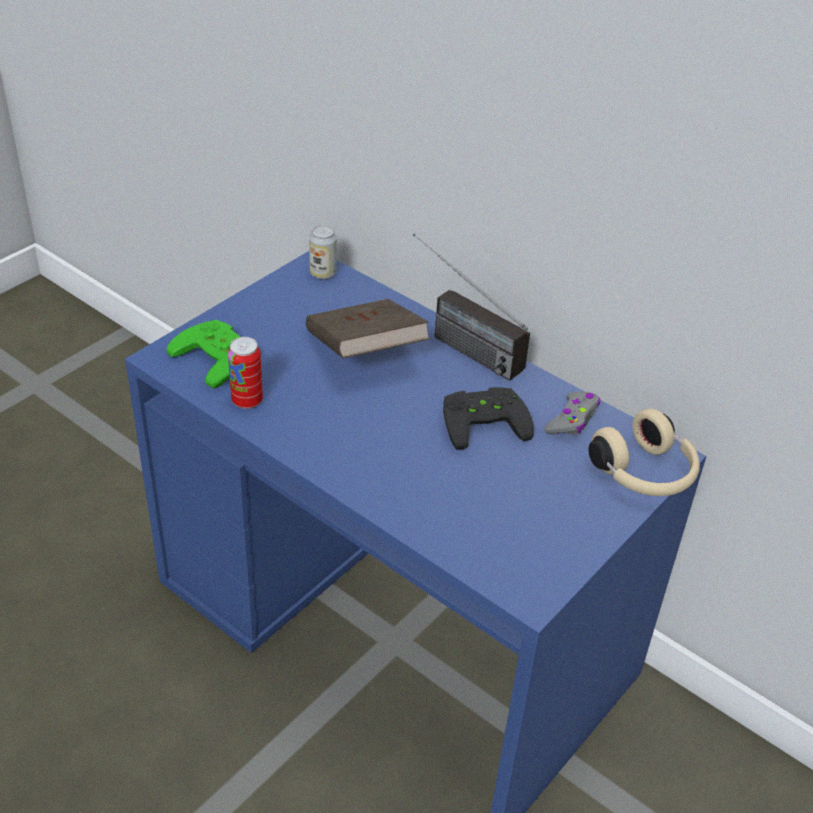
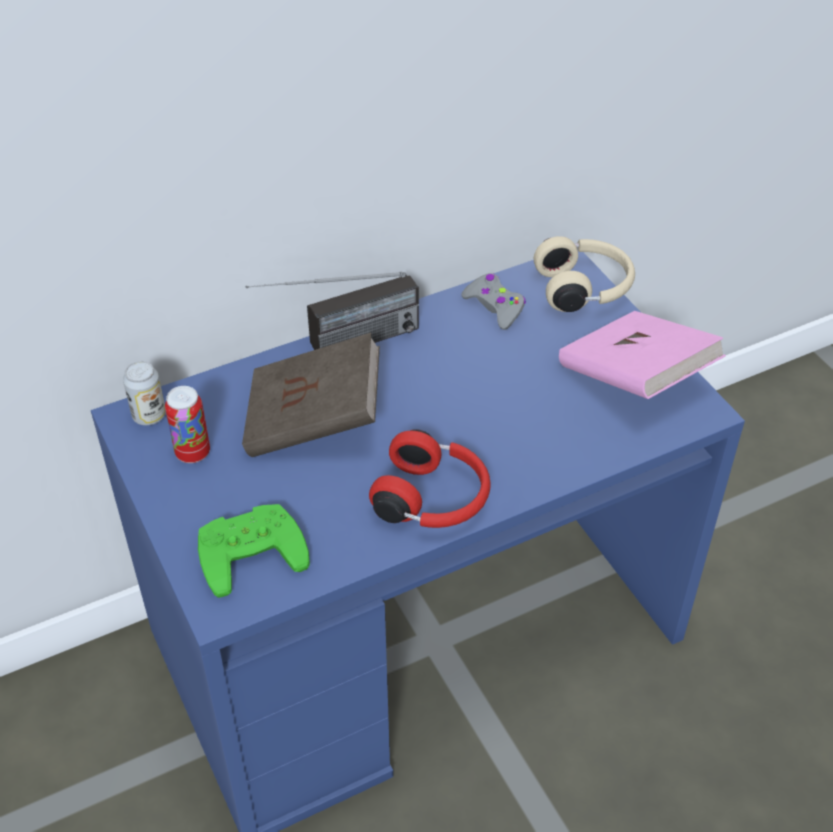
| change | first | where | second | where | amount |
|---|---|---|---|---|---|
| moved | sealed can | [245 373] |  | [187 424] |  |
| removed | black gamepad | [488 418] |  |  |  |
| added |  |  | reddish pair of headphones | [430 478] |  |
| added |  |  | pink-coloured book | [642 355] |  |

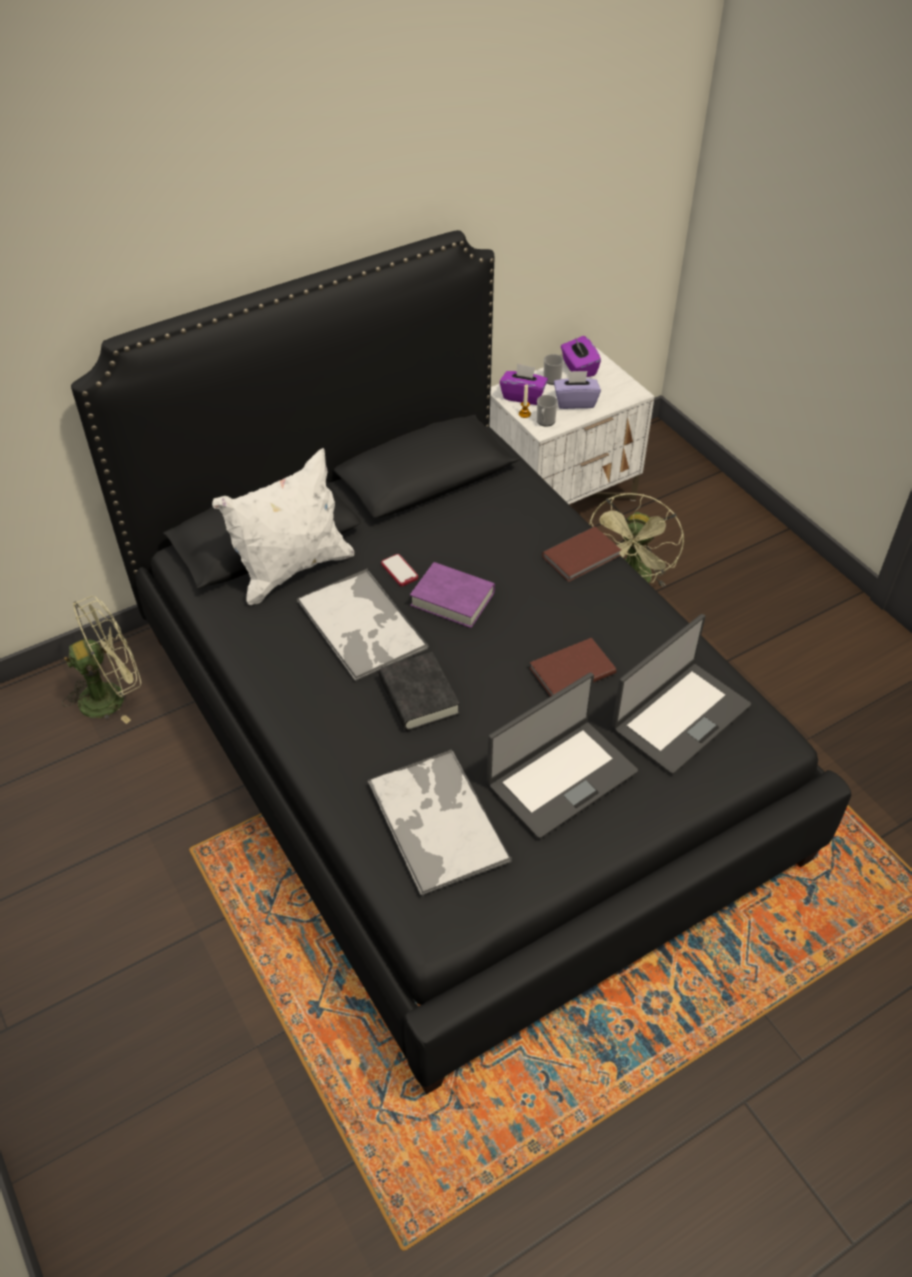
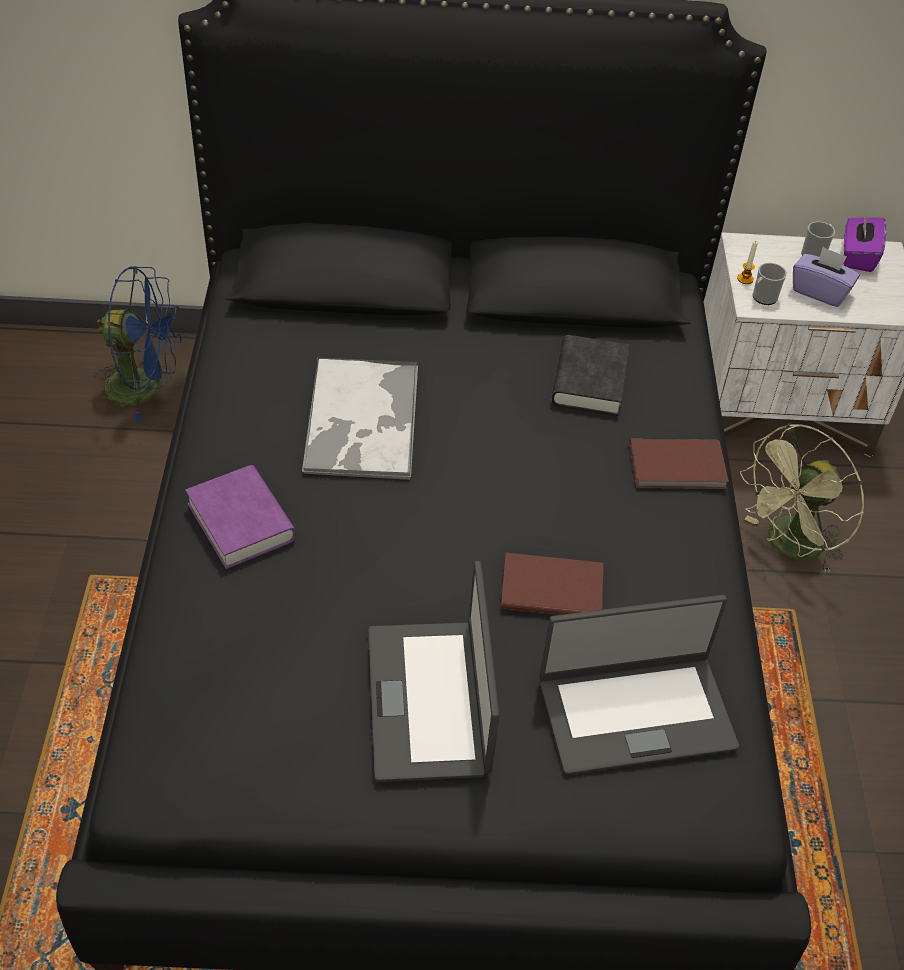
| change | first | where | second | where | amount |
|---|---|---|---|---|---|
| recoloured | greenish cooling fan | [101 660] | blue-coloured cooling fan | [137 344] |  |
| removed | whitish throw pillow | [283 526] |  |  |  |
| removed | tray | [440 823] |  |  |  |
| moved | black book | [419 691] |  | [590 375] |  |
| removed | handset | [399 570] |  |  |  |
| moved | purple-coloured book | [452 595] |  | [240 517] |  |
| turned | laptop | [562 755] |  | [434 671] | 90 degrees clockwise |
| removed | purple-coloured box of tissues | [524 384] |  |  |  |

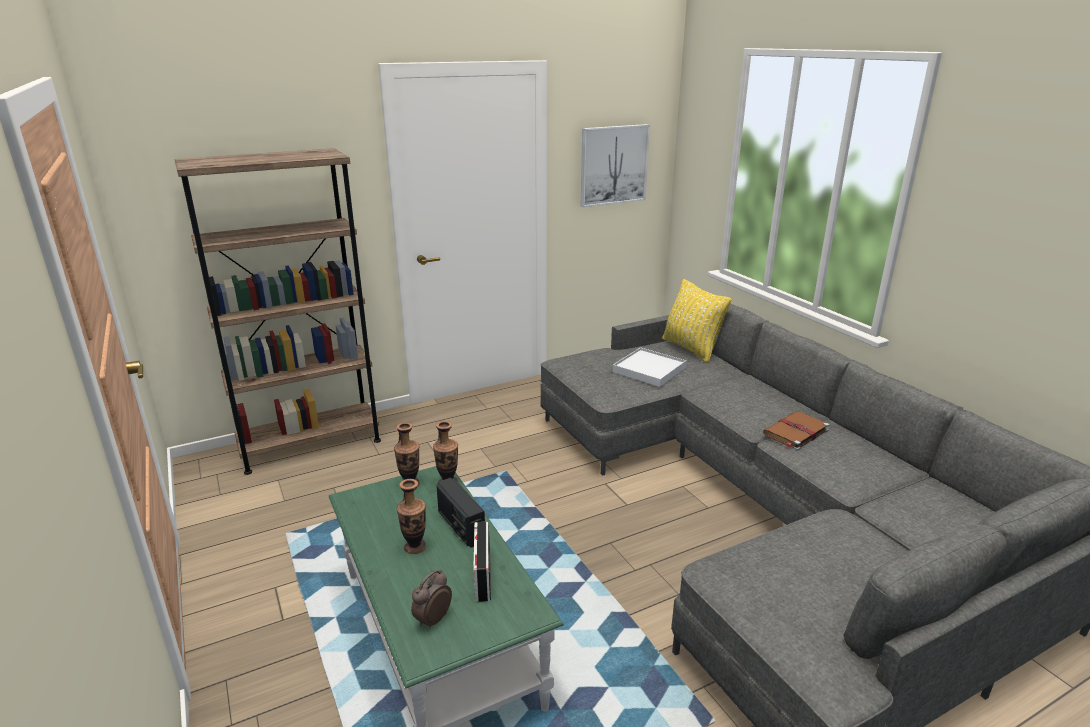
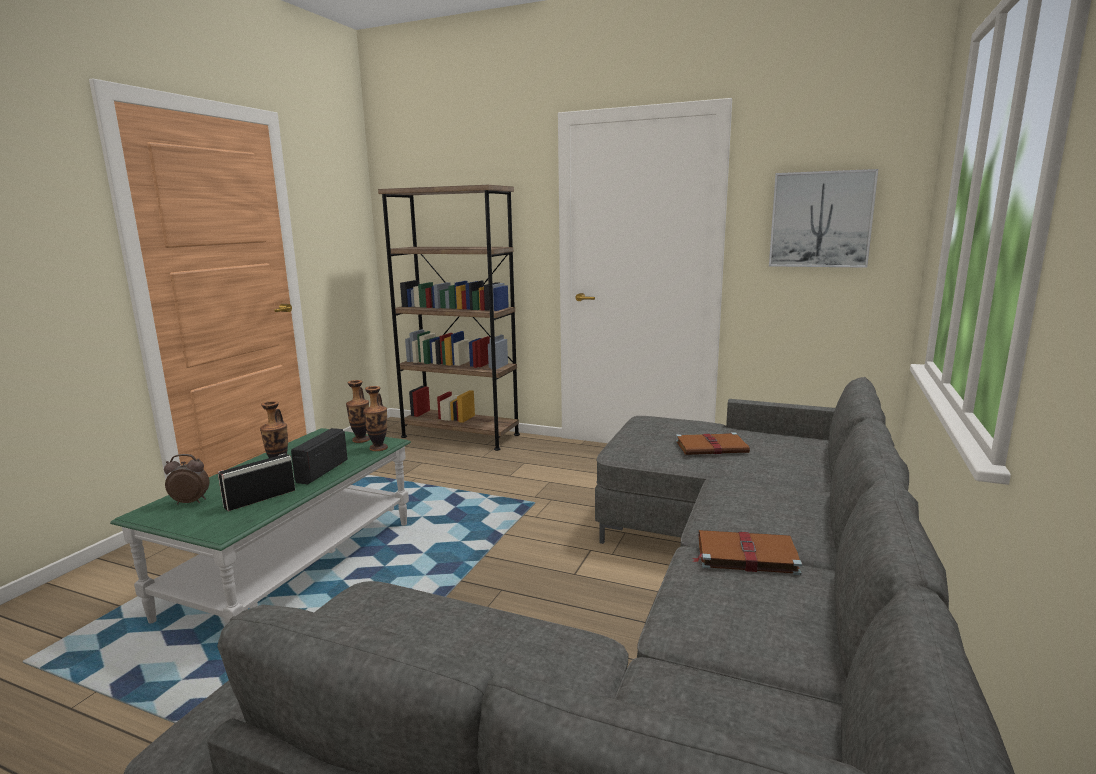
| change | first | where | second | where | amount |
|---|---|---|---|---|---|
| replaced | whitish tray | [649 367] | brownish book | [713 443] |  |
| removed | yellow throw pillow | [696 321] |  |  |  |

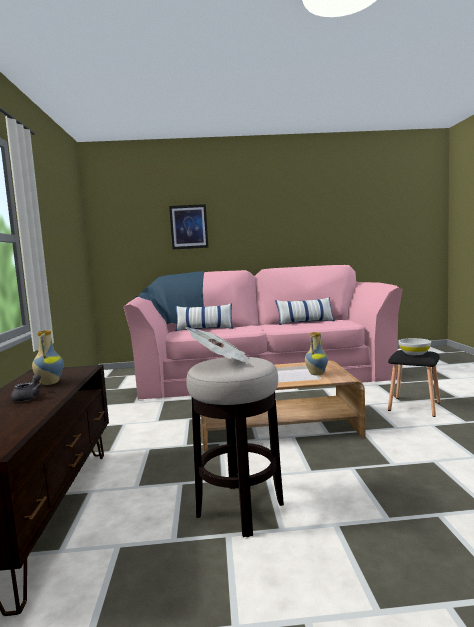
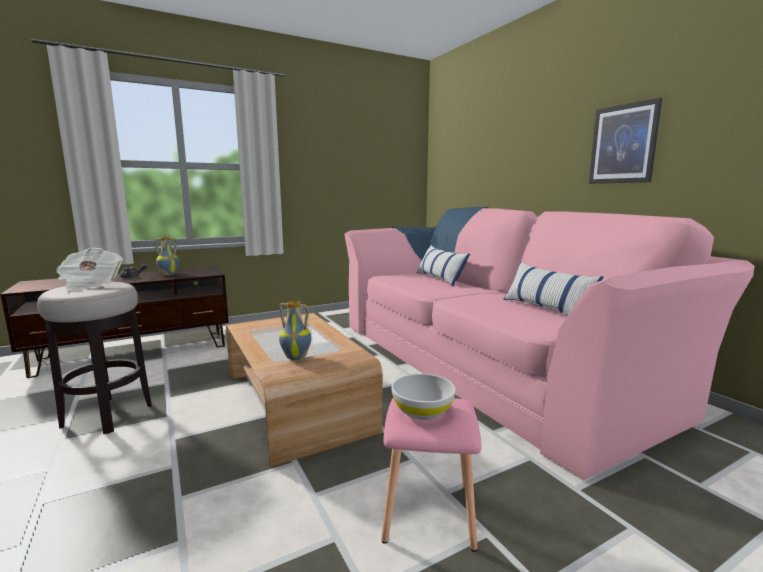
| change | first | where | second | where | amount |
|---|---|---|---|---|---|
| moved | wall picture | [188 226] |  | [625 141] |  |
| recoloured | black sitting stool | [414 383] | pink-coloured sitting stool | [431 475] |  |

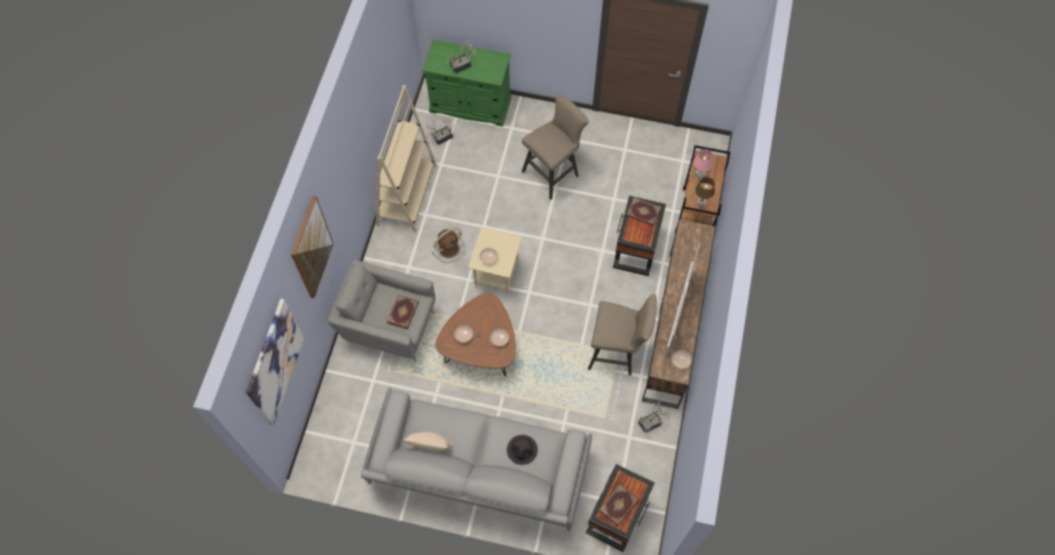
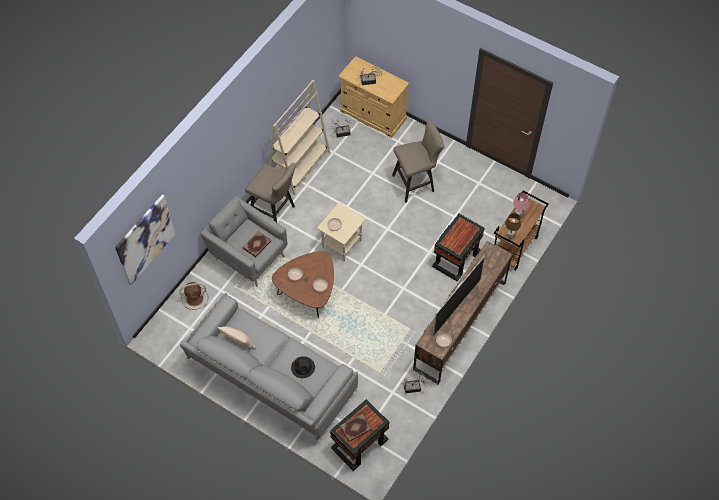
| change | first | where | second | where | amount |
|---|---|---|---|---|---|
| removed | wall picture | [312 247] |  |  |  |
| recoloured | greenish cupboard | [466 83] | beige cupboard | [373 97] |  |
| moved | brownish cooling fan | [448 245] |  | [193 296] |  |
| moved | beige sitting stool | [622 335] |  | [270 192] |  |
| removed | book | [644 211] |  |  |  |

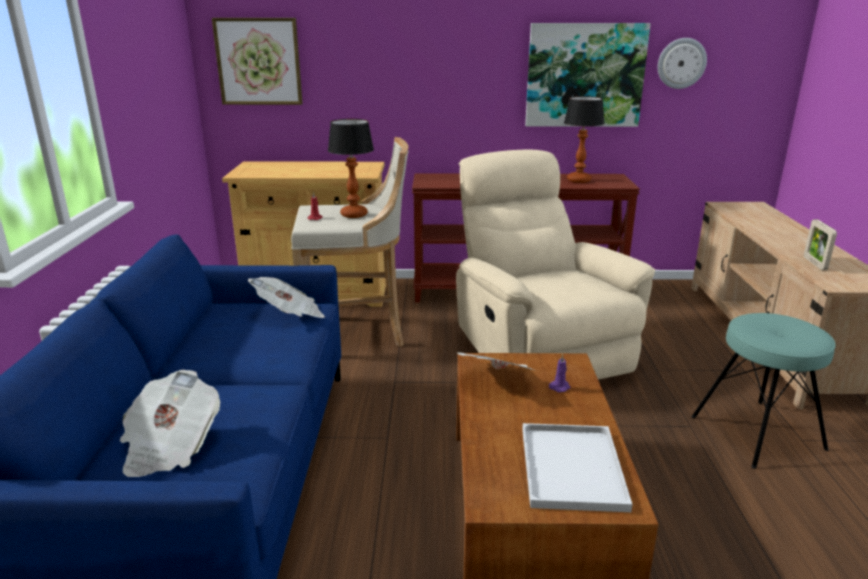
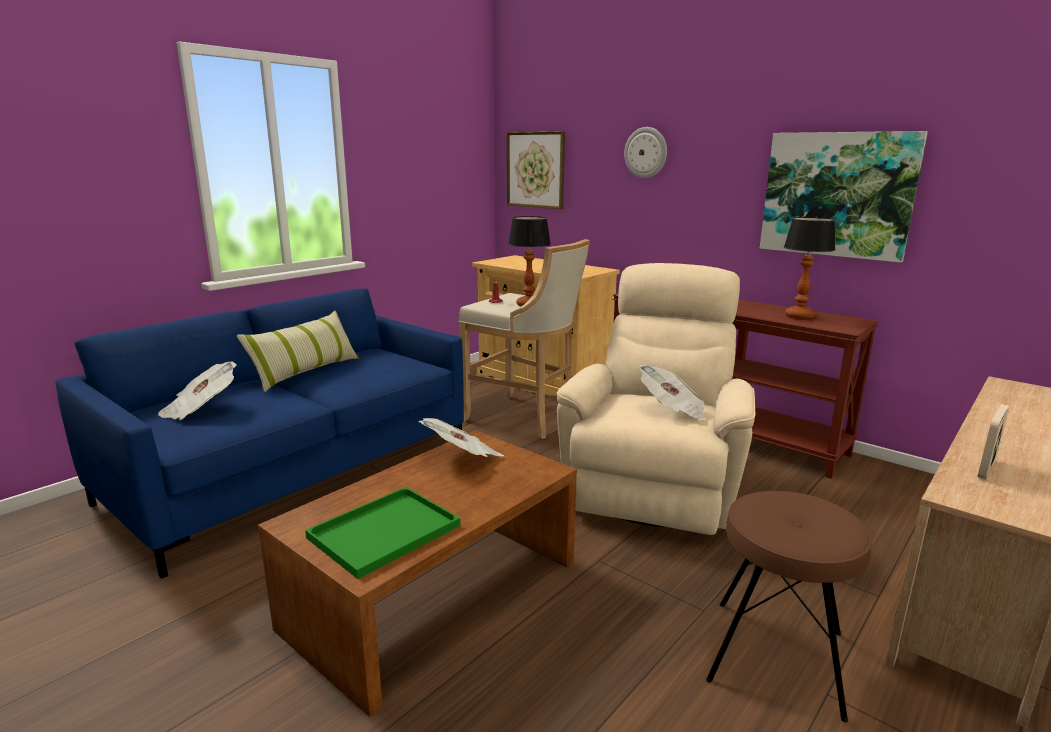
| change | first | where | second | where | amount |
|---|---|---|---|---|---|
| moved | newspaper | [286 297] |  | [672 392] |  |
| recoloured | whitish tray | [577 467] | greenish tray | [382 533] |  |
| removed | purple-coloured candle | [559 373] |  |  |  |
| moved | wall clock | [682 63] |  | [645 152] |  |
| recoloured | blue-green sitting stool | [763 391] | brownish sitting stool | [789 606] |  |
| added |  |  | throw pillow | [297 351] |  |

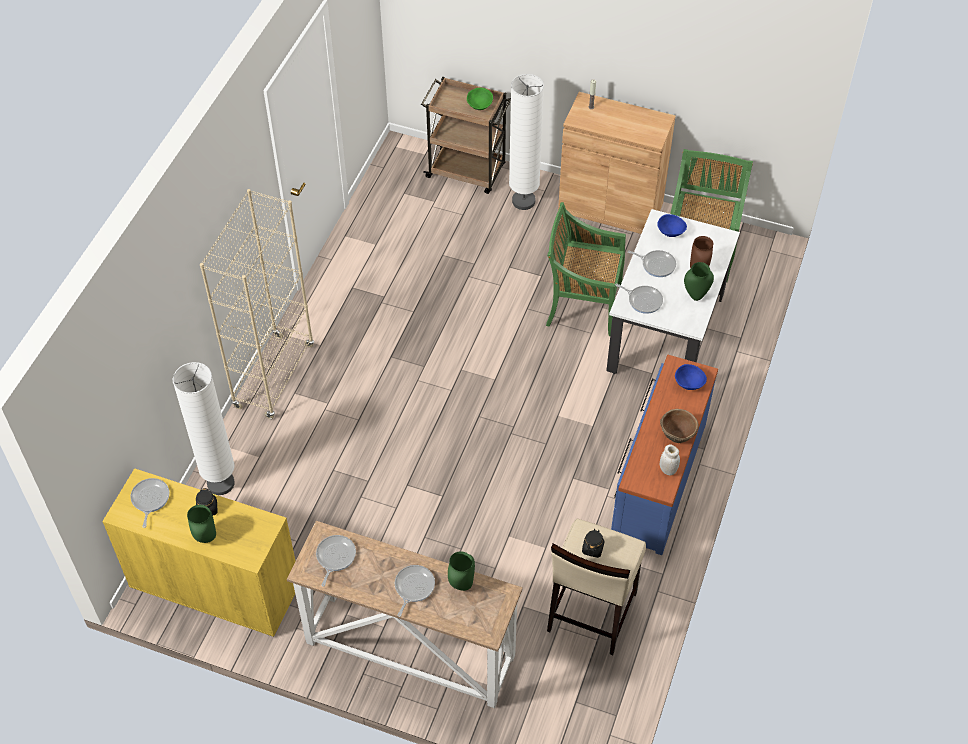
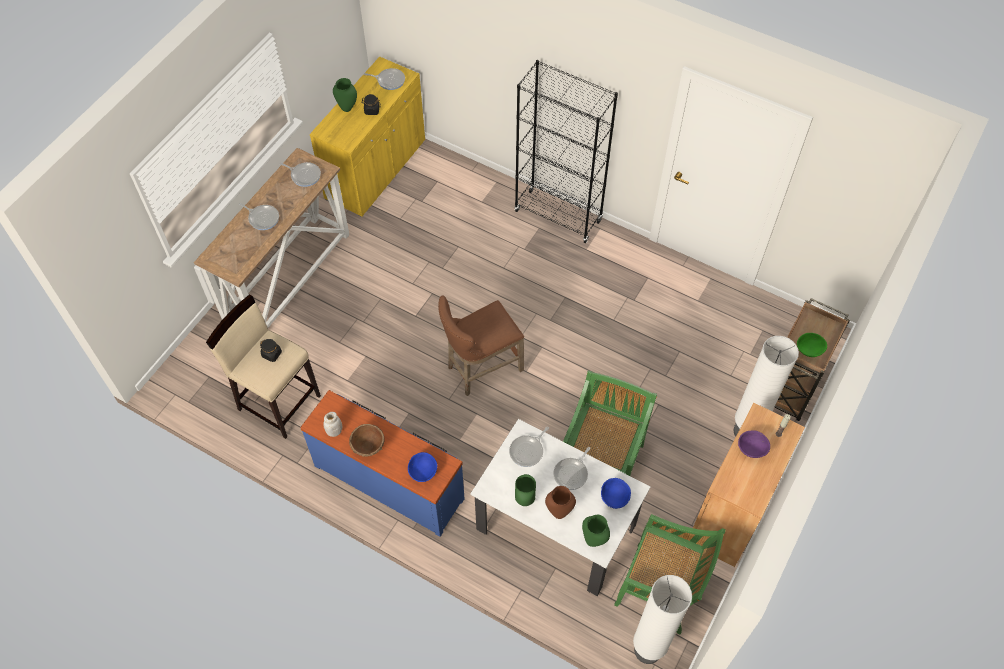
| change | first | where | second | where | amount |
|---|---|---|---|---|---|
| moved | whitish floor lamp | [204 428] |  | [662 619] |  |
| recoloured | beige bookcase | [257 304] | black bookcase | [566 151] |  |
| moved | greenish flower vase | [461 571] |  | [596 531] |  |
| added |  |  | brownish sitting stool | [481 345] |  |
| added |  |  | purple-coloured deep dish | [754 444] |  |

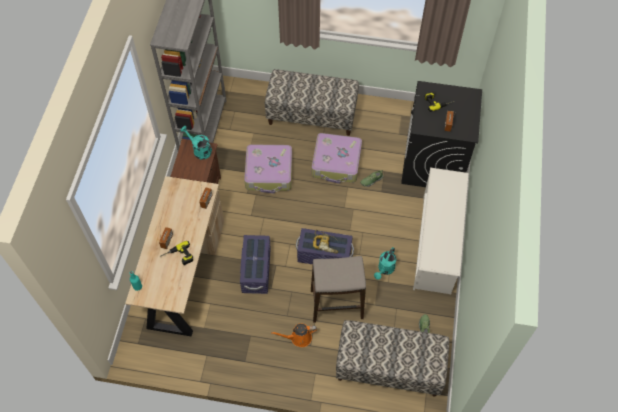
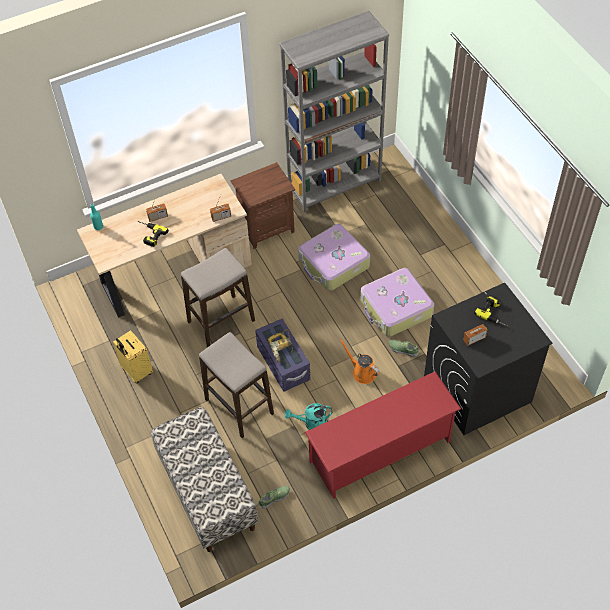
| change | first | where | second | where | amount |
|---|---|---|---|---|---|
| removed | blue-green sprinkling can | [196 143] |  |  |  |
| replaced | purple-coloured storage container | [255 264] | sitting stool | [218 297] |  |
| removed | bench | [312 102] |  |  |  |
| moved | orange sprinkling can | [294 335] |  | [359 361] |  |
| recoloured | whitish shoe rack | [441 231] | reddish shoe rack | [383 435] |  |
| added |  |  | yellow travel case | [133 356] |  |

